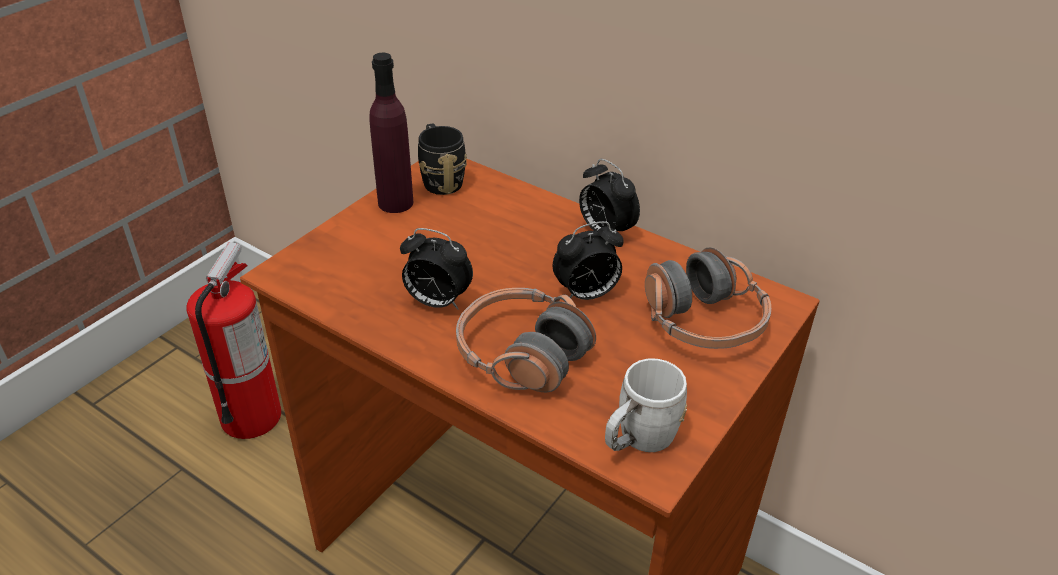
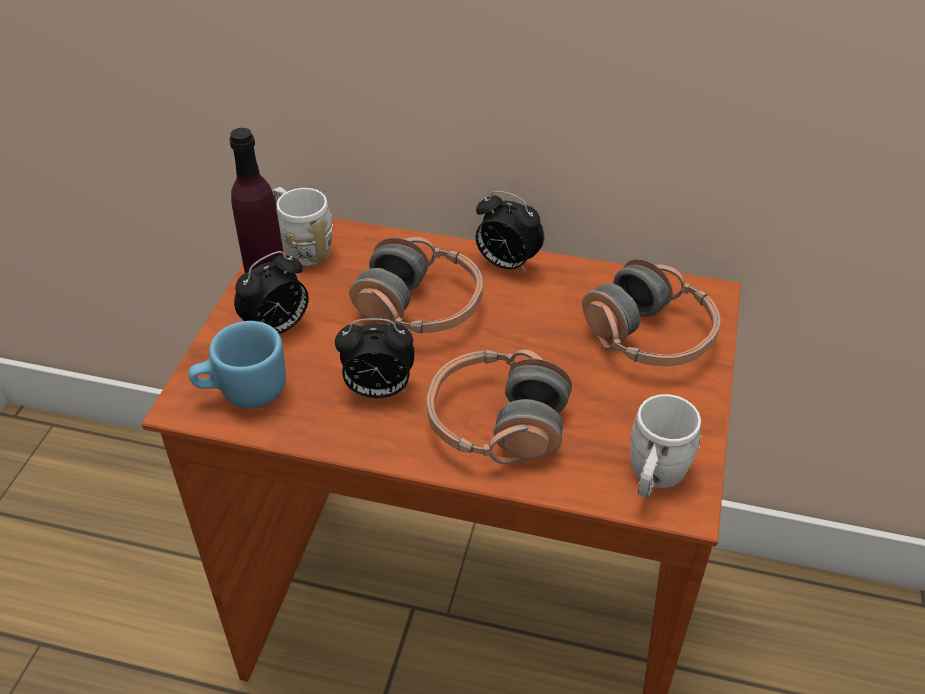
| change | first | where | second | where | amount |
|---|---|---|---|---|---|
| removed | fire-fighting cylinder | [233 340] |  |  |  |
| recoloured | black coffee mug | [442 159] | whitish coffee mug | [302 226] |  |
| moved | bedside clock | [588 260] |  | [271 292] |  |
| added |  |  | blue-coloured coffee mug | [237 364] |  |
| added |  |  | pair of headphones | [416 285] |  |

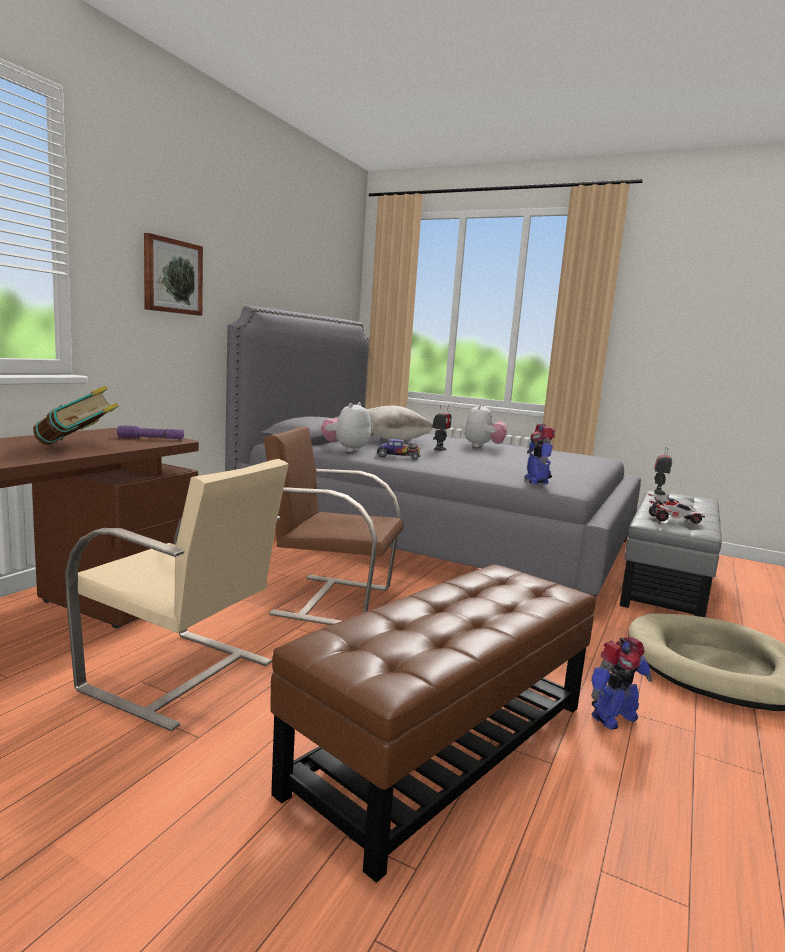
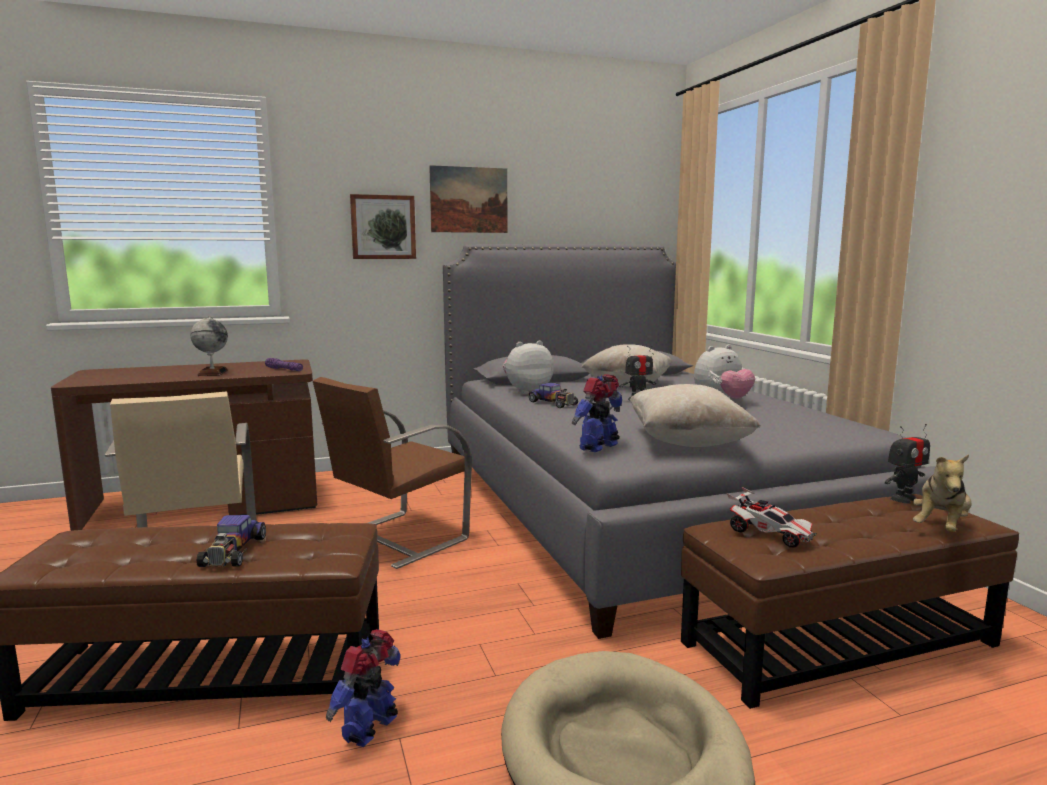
| change | first | where | second | where | amount |
|---|---|---|---|---|---|
| replaced | book | [75 415] | desk globe | [209 346] |  |
| turned | brownish chair | [333 525] |  | [392 473] | 105 degrees counterclockwise |
| turned | toy robot | [621 683] |  | [363 688] | 105 degrees clockwise |
| recoloured | greyish ottoman | [671 554] | brownish ottoman | [850 601] |  |
| added |  |  | miniature car | [231 541] |  |
| added |  |  | wall picture | [468 199] |  |
| added |  |  | beige throw pillow | [695 415] |  |
| added |  |  | soft toy | [942 493] |  |

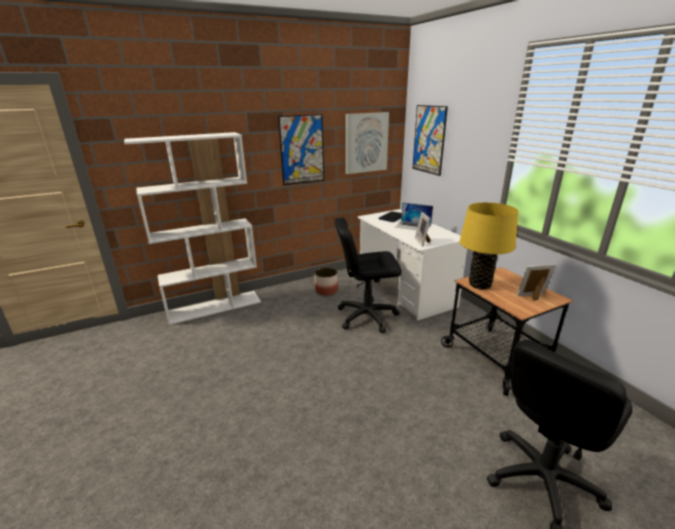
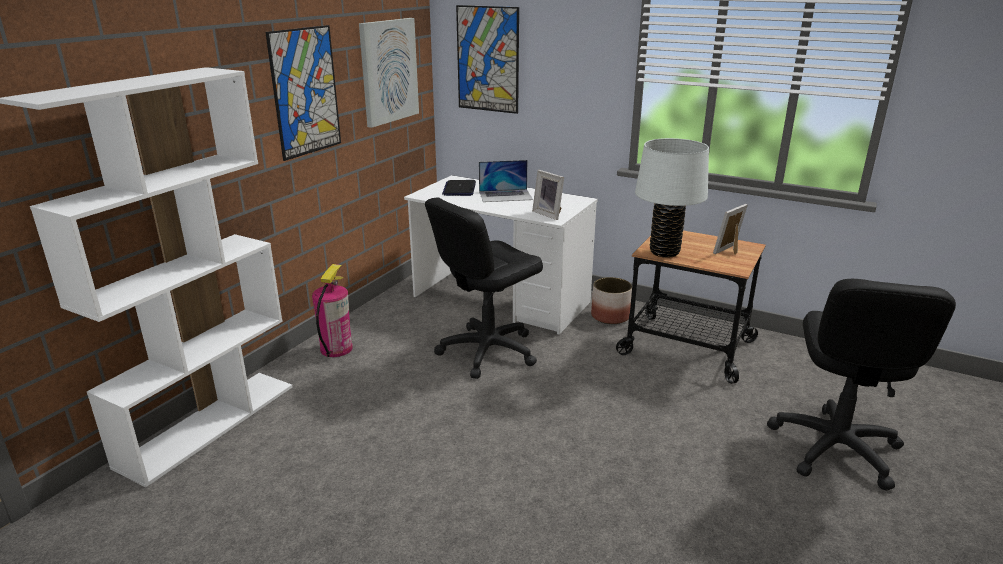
| change | first | where | second | where | amount |
|---|---|---|---|---|---|
| moved | plant pot | [326 281] |  | [611 300] |  |
| recoloured | yellow tabletop lamp | [489 246] | whitish tabletop lamp | [672 198] |  |
| added |  |  | fire-fighting cylinder | [332 310] |  |

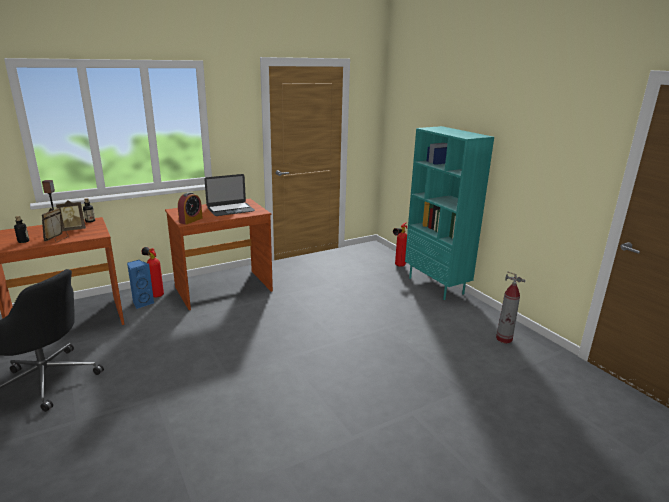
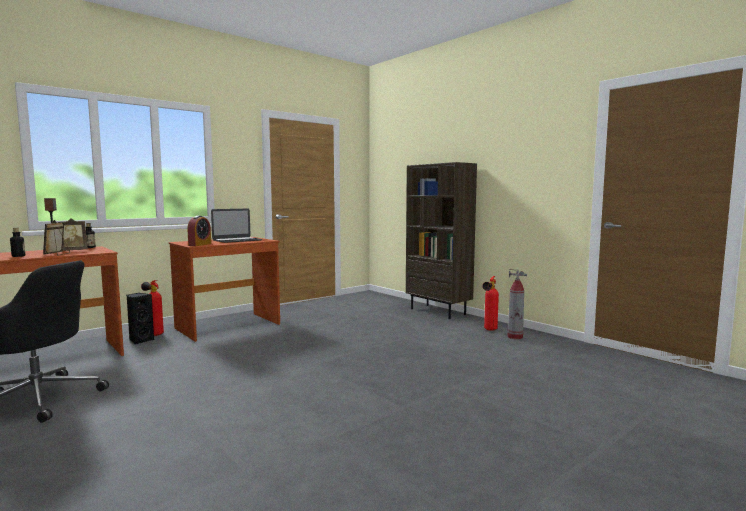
| change | first | where | second | where | amount |
|---|---|---|---|---|---|
| recoloured | blue-coloured audio speaker | [140 284] | black audio speaker | [140 318] |  |
| moved | fire-fighting cylinder | [400 244] |  | [491 303] |  |
| recoloured | blue-green bookcase | [449 213] | brownish bookcase | [441 240] |  |

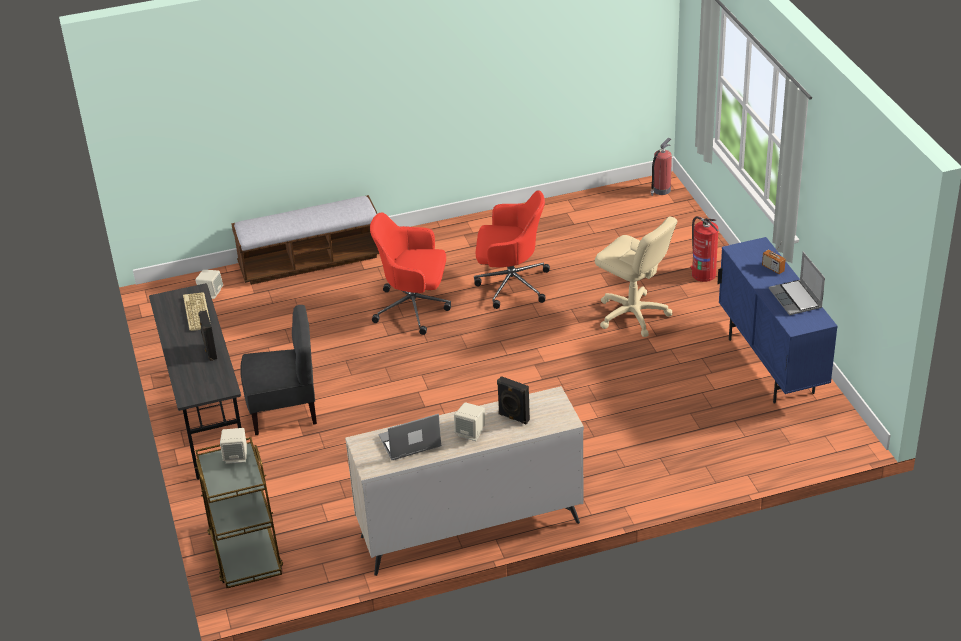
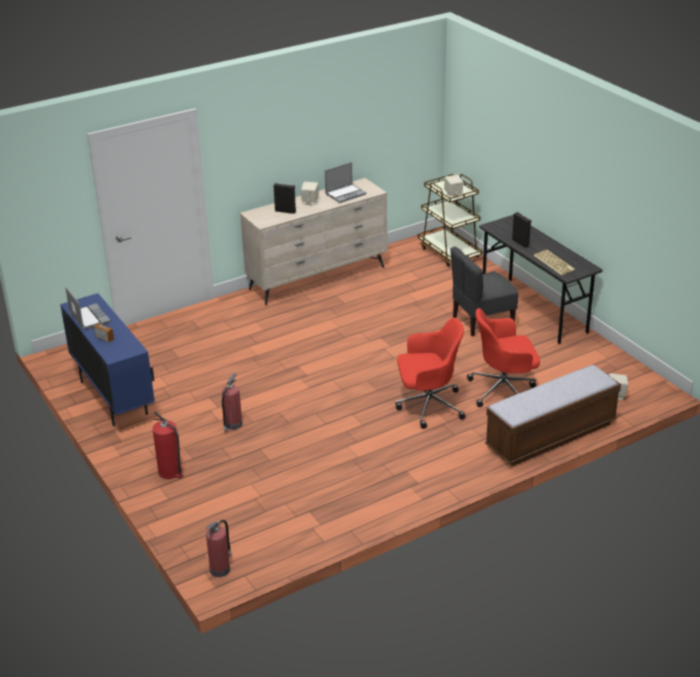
| change | first | where | second | where | amount |
|---|---|---|---|---|---|
| moved | reddish computer chair | [512 249] |  | [503 357] |  |
| replaced | beige computer chair | [636 276] | fire-fighting cylinder | [232 402] |  |

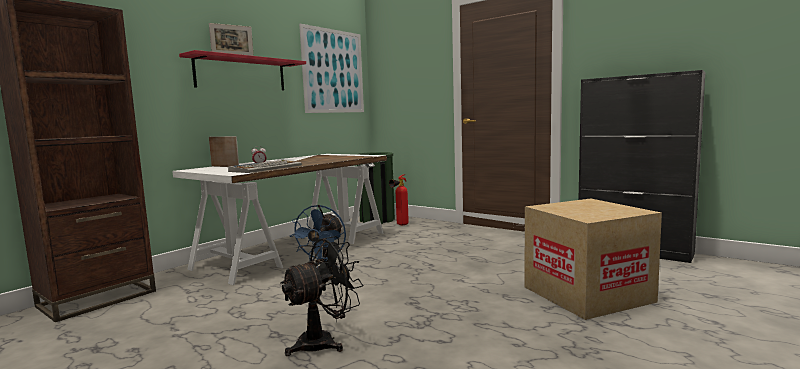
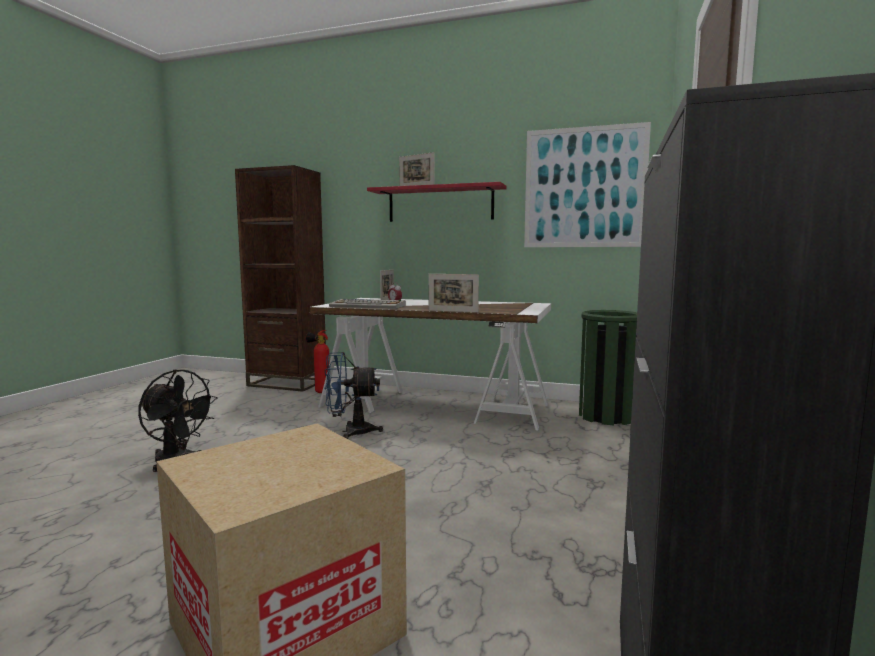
| change | first | where | second | where | amount |
|---|---|---|---|---|---|
| moved | fire-fighting cylinder | [399 200] |  | [318 361] |  |
| added |  |  | photo frame | [453 293] |  |

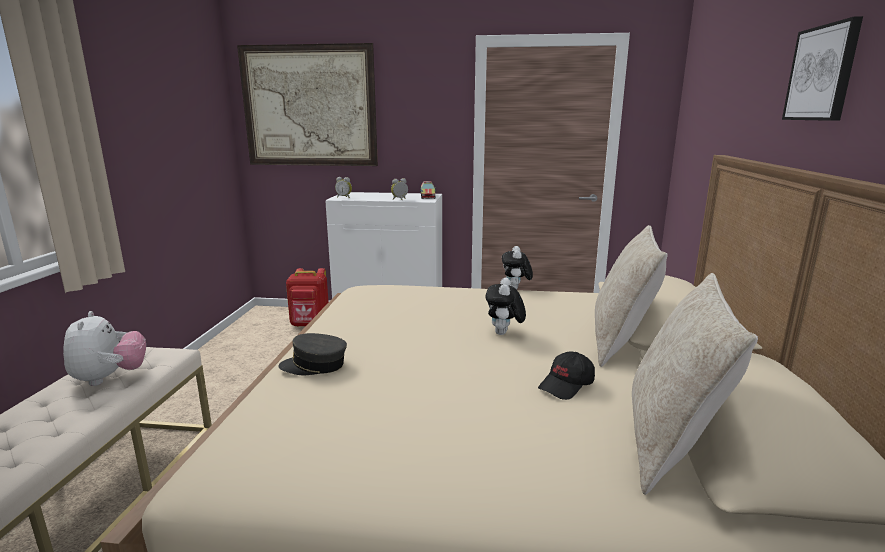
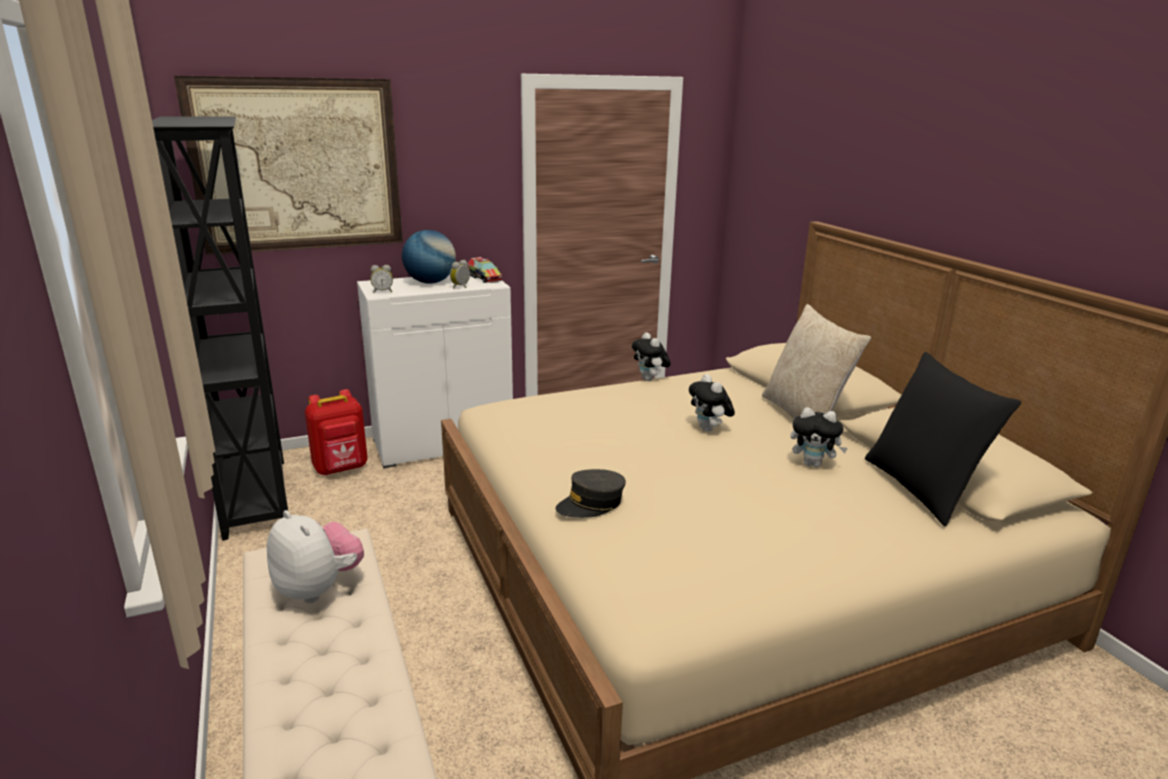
| change | first | where | second | where | amount |
|---|---|---|---|---|---|
| replaced | black peaked cap | [566 375] | soft toy | [819 437] |  |
| recoloured | beige throw pillow | [695 384] | black throw pillow | [943 439] |  |
| removed | wall picture | [822 68] |  |  |  |
| added |  |  | black bookcase | [220 328] |  |
| added |  |  | desk globe | [429 257] |  |

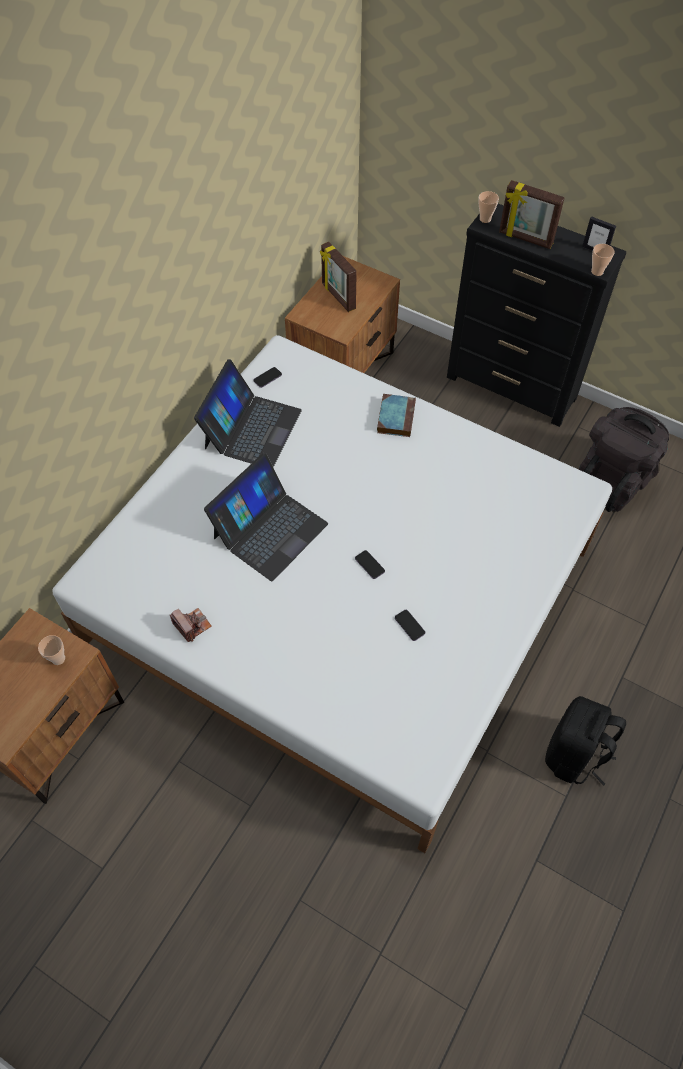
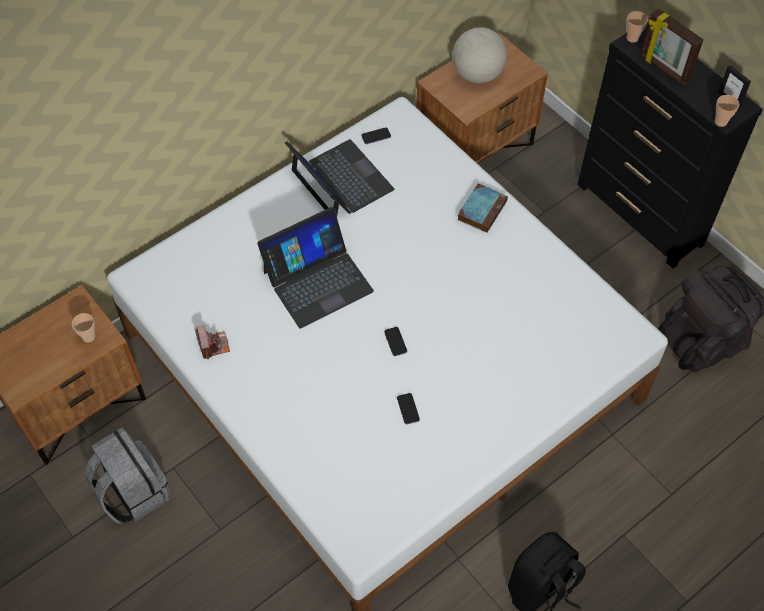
| change | first | where | second | where | amount |
|---|---|---|---|---|---|
| turned | laptop | [248 413] |  | [340 177] | 75 degrees counterclockwise |
| replaced | photo frame | [338 277] | desk globe | [479 55] |  |
| added |  |  | greyish rucksack | [127 475] |  |

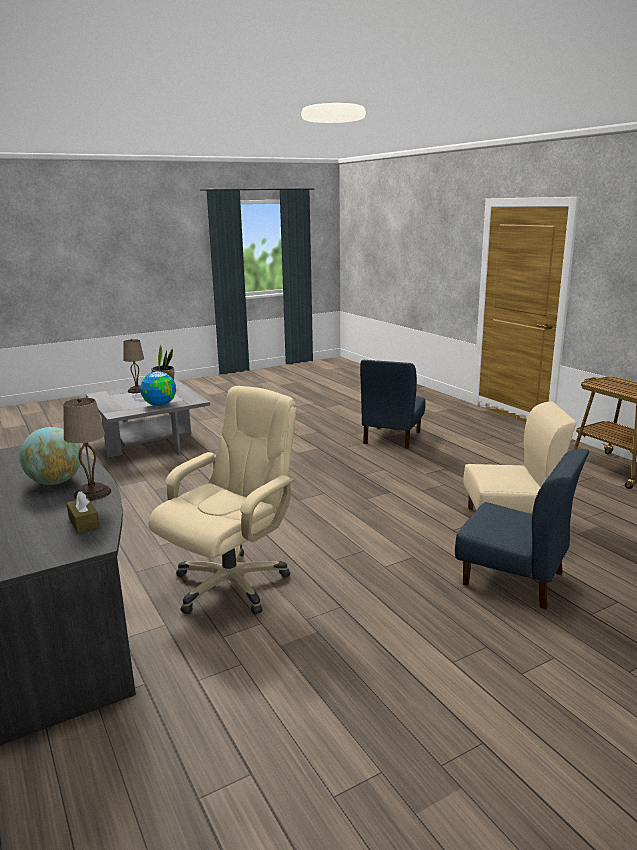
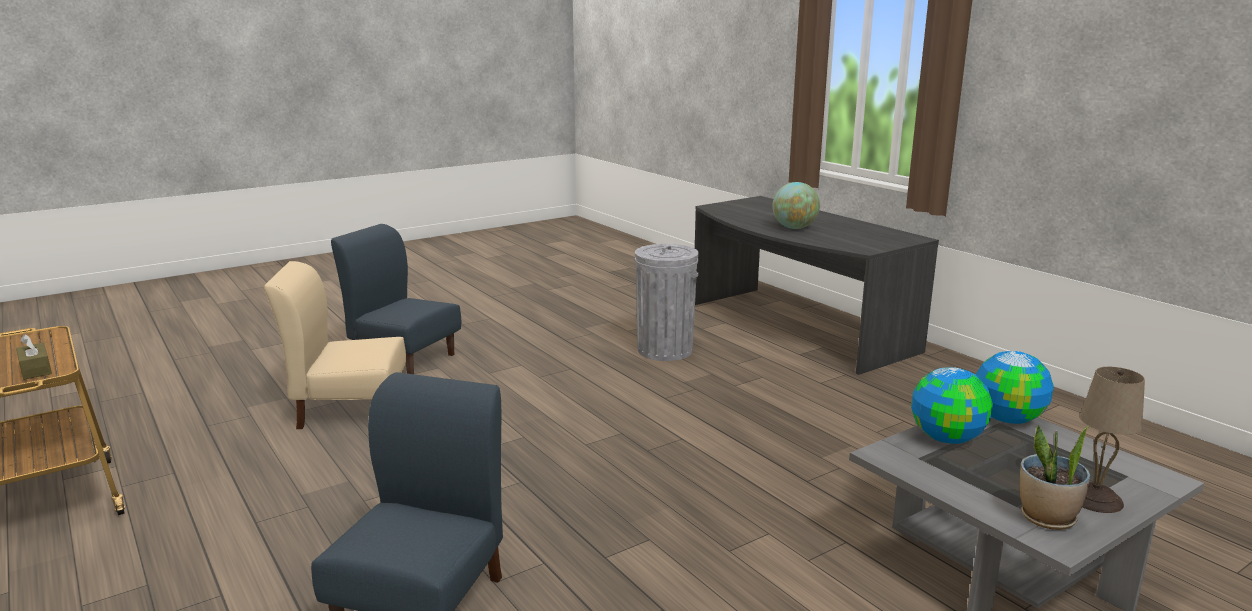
| change | first | where | second | where | amount |
|---|---|---|---|---|---|
| removed | beige tabletop lamp | [87 449] |  |  |  |
| moved | brownish box of tissues | [83 512] |  | [34 357] |  |
| replaced | beige computer chair | [222 500] | greyish waste bin | [667 302] |  |
| added |  |  | desk globe | [1015 387] |  |

